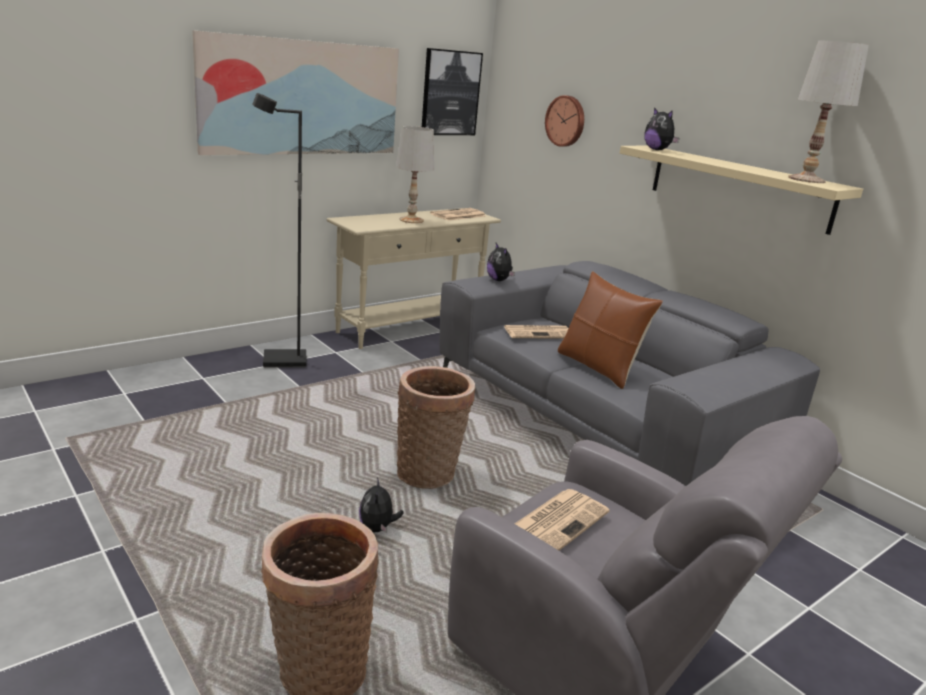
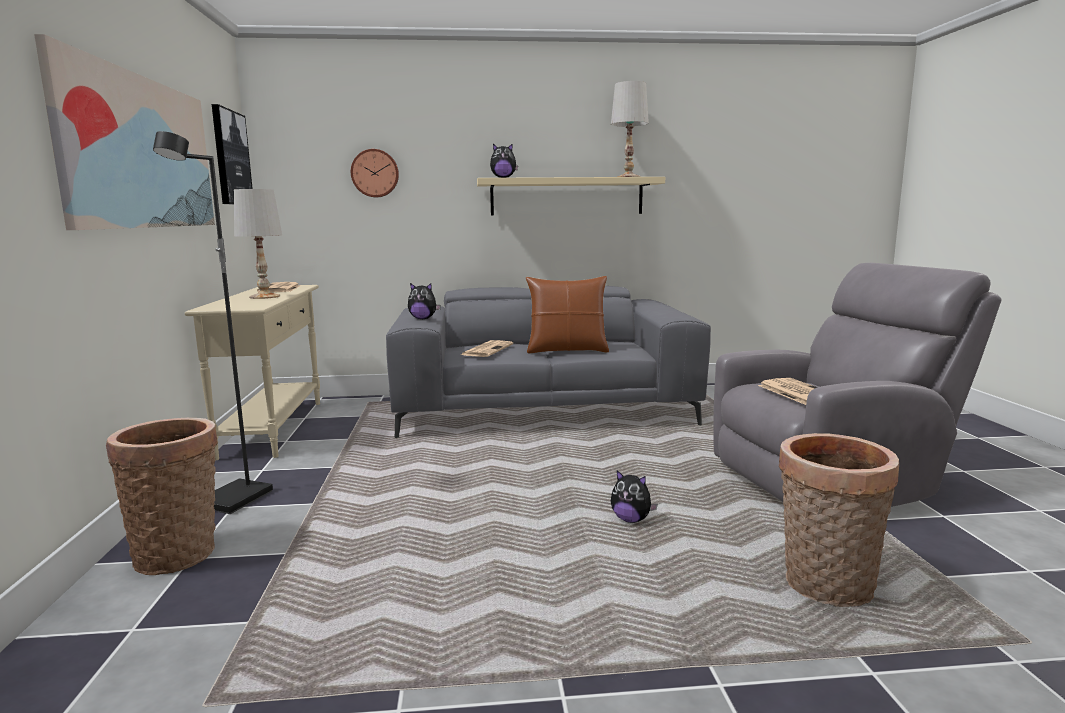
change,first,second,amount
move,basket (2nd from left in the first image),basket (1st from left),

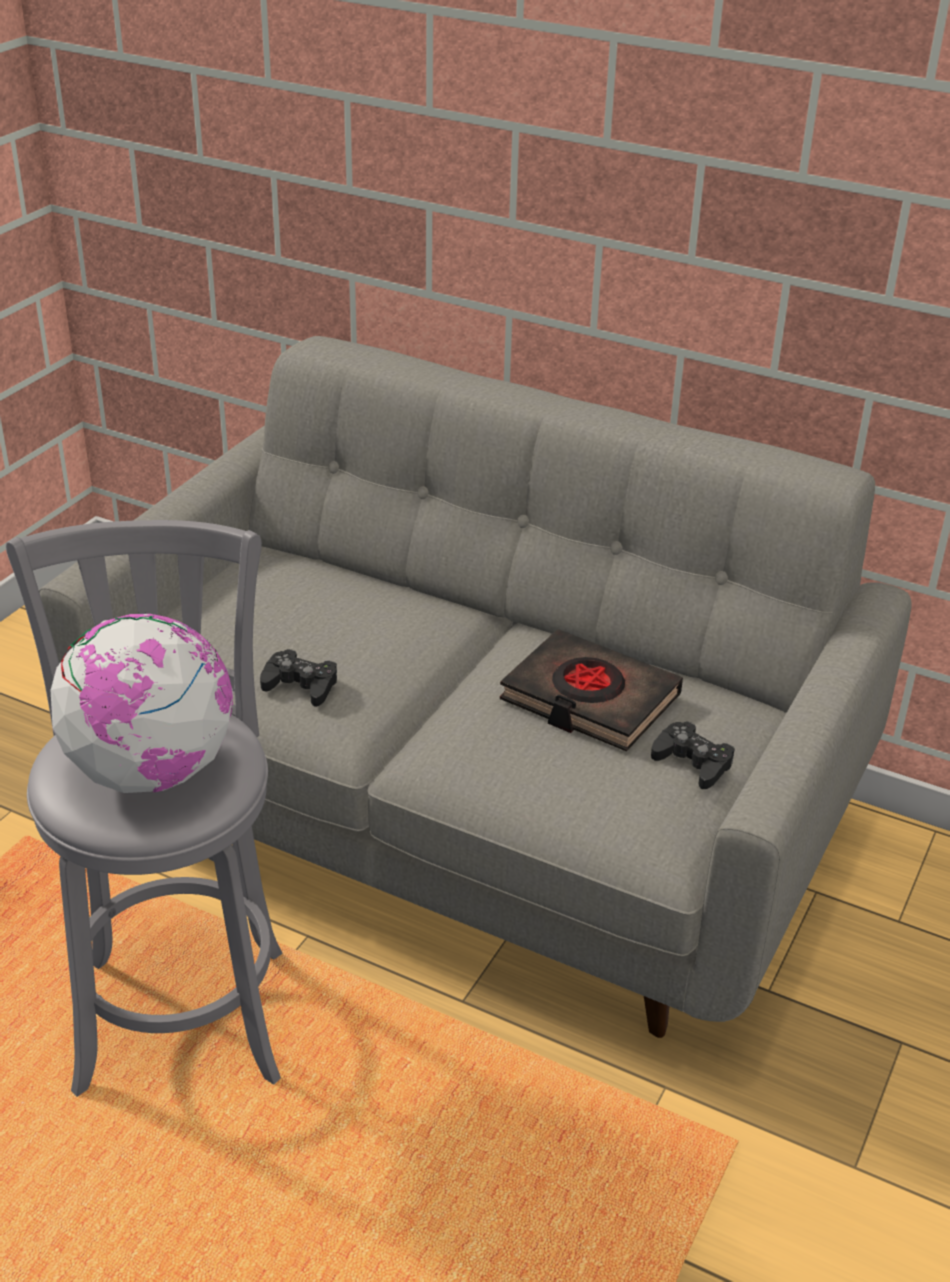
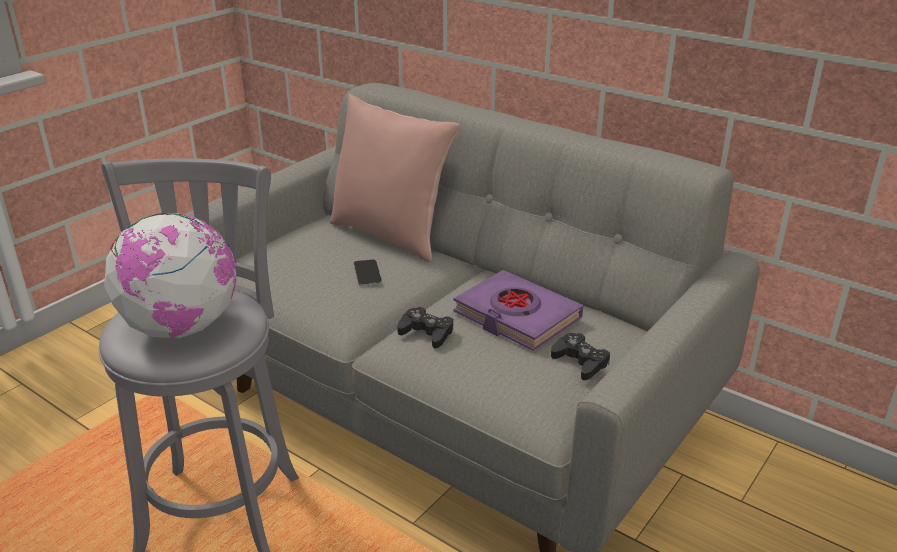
change,first,second,amount
insert,,throw pillow in pink-coloured,
insert,,telephone,
move,game controller in blackish (1st from left),,
recolor,bound book in blackish,bound book in purple,

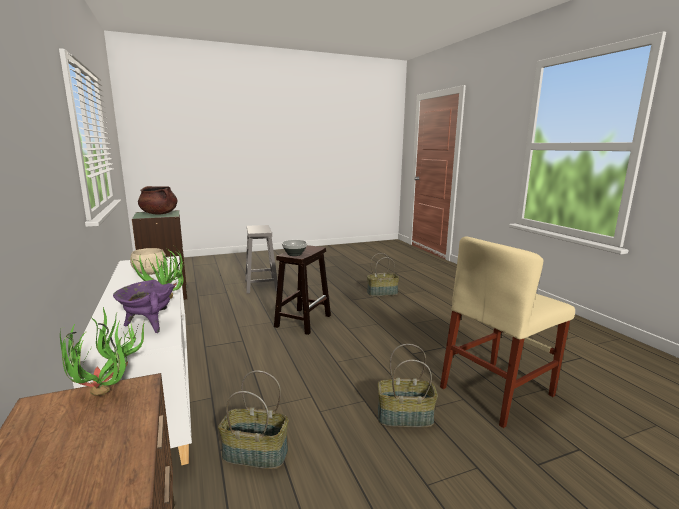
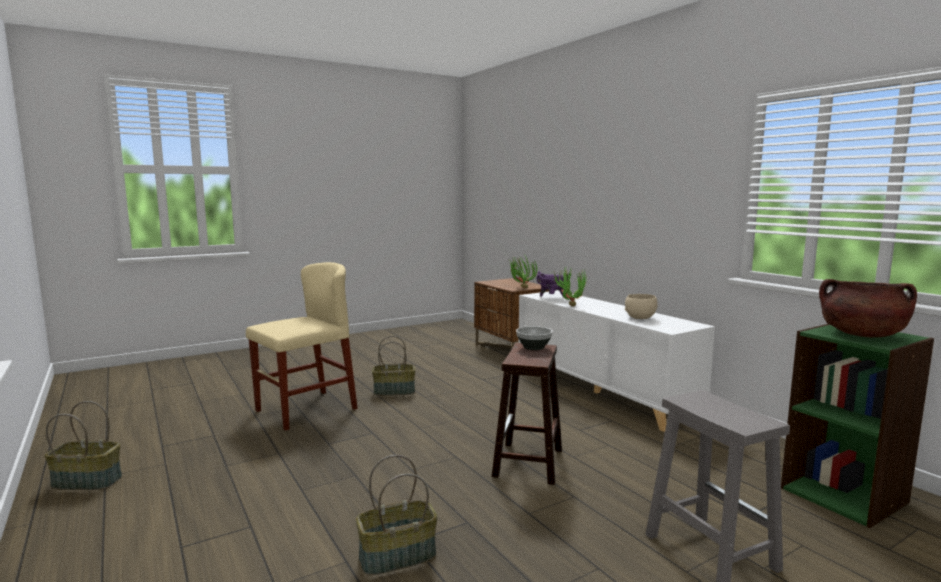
change,first,second,amount
move,basket (1st from left),,

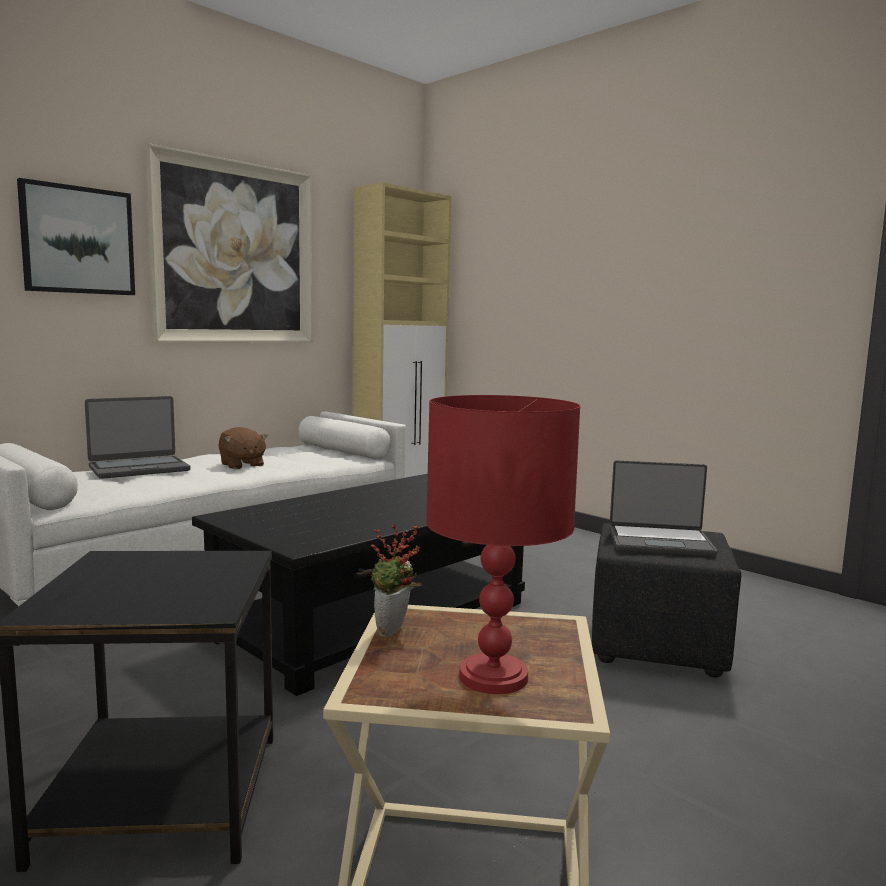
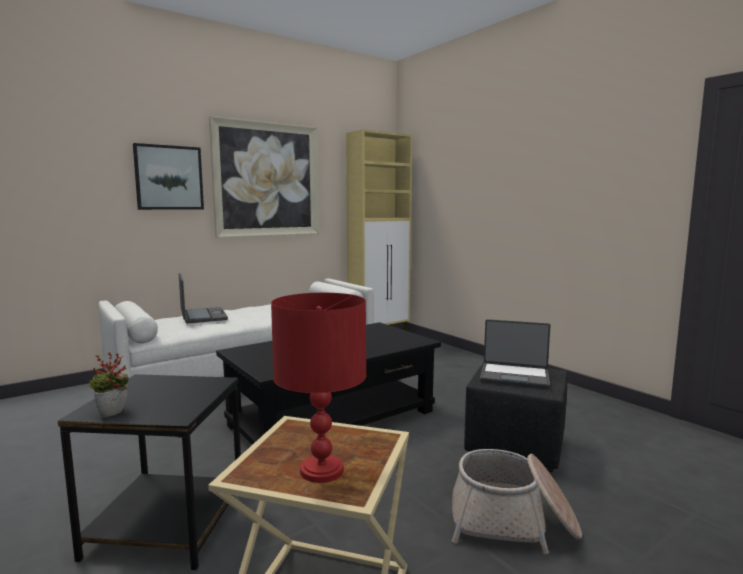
change,first,second,amount
delete,plush toy in brownish,,
insert,,basket,
move,plant in a pot,,
rotate,notebook computer (1st from left),,90 degrees counterclockwise

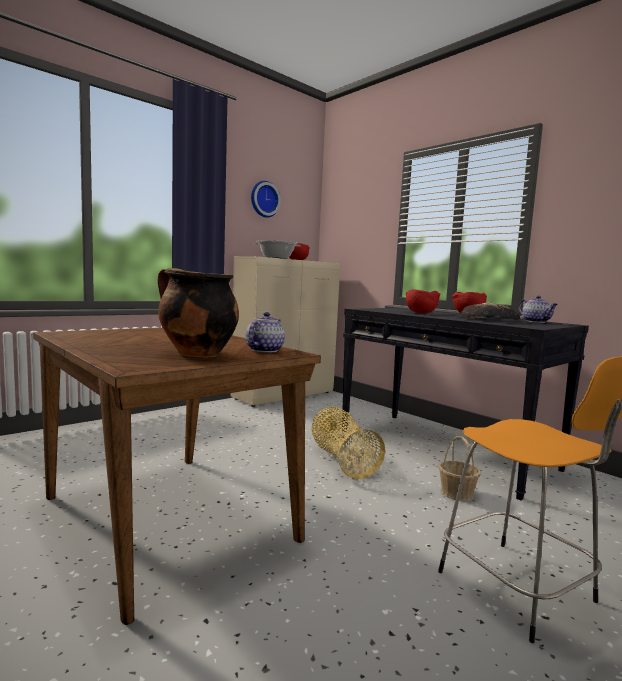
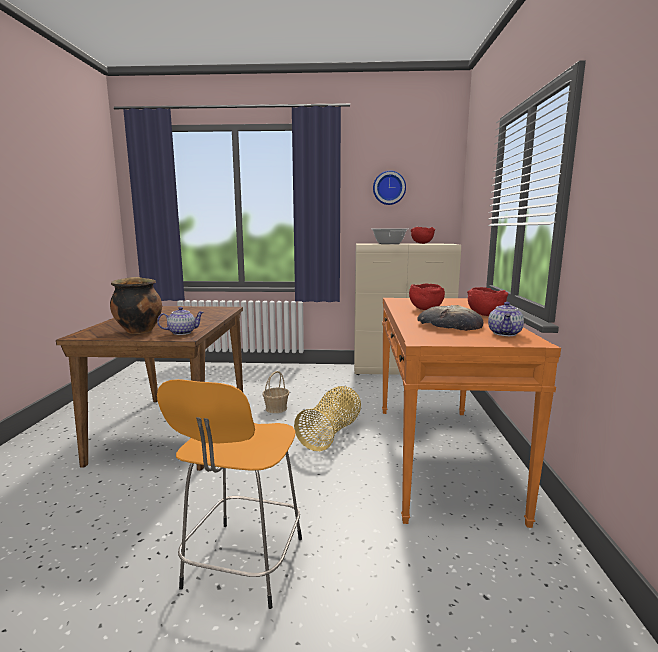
change,first,second,amount
move,basket (2nd from left in the first image),basket (1st from left),
recolor,hall table in blackish,hall table in orange-coloured,

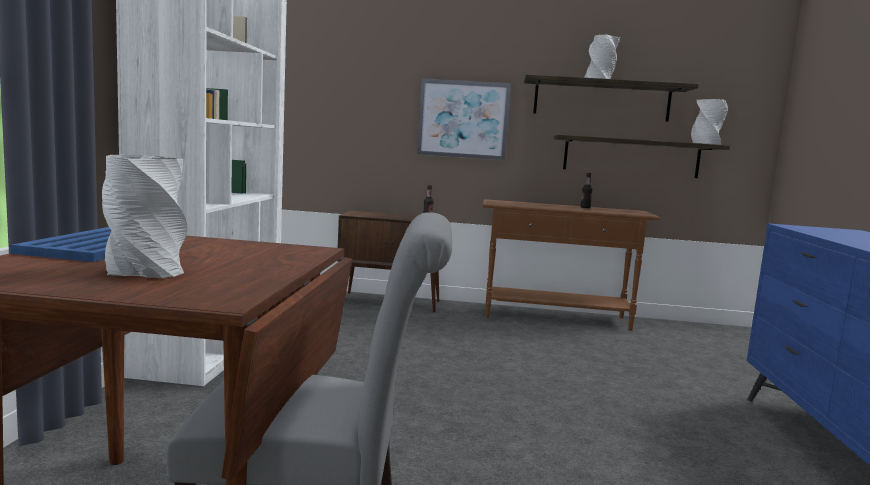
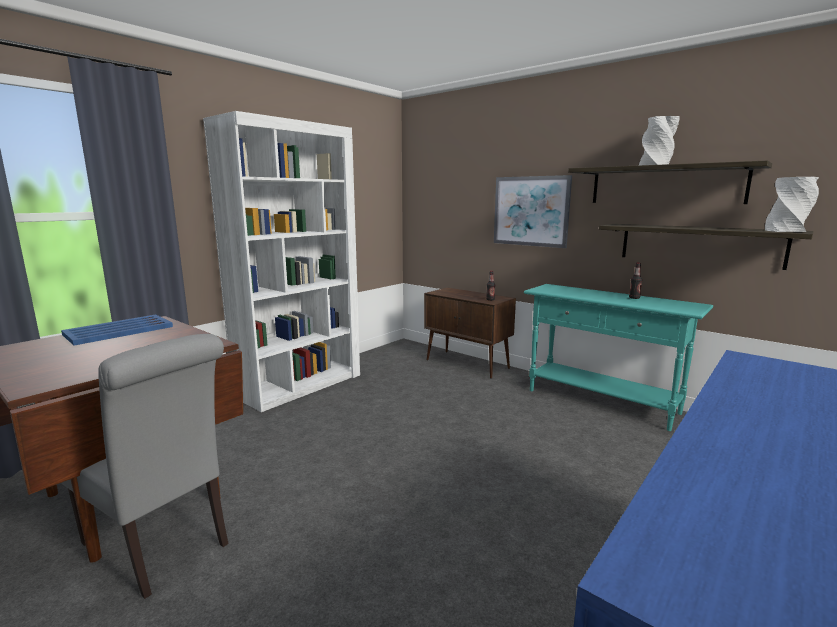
change,first,second,amount
delete,decorative vase in grey (1st from left),,
recolor,hall table in brownish,hall table in turquoise,

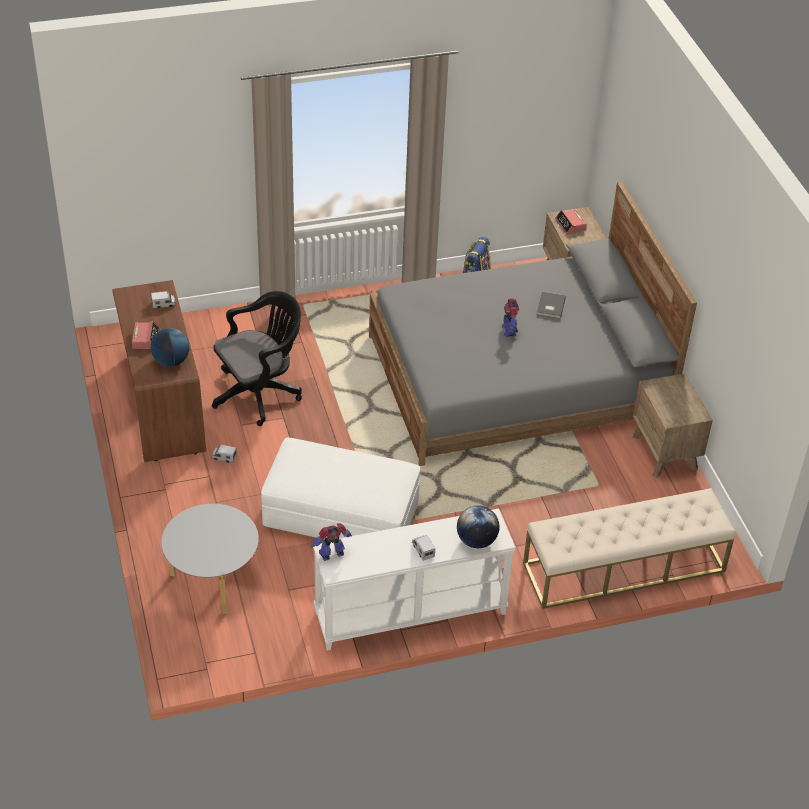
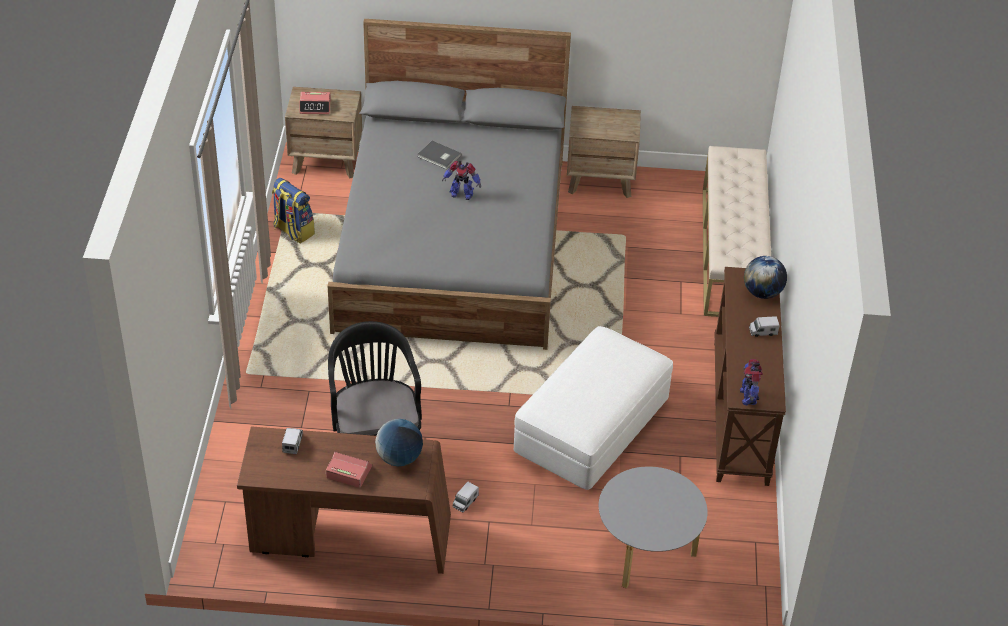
change,first,second,amount
recolor,hall table in whitish,hall table in brownish,

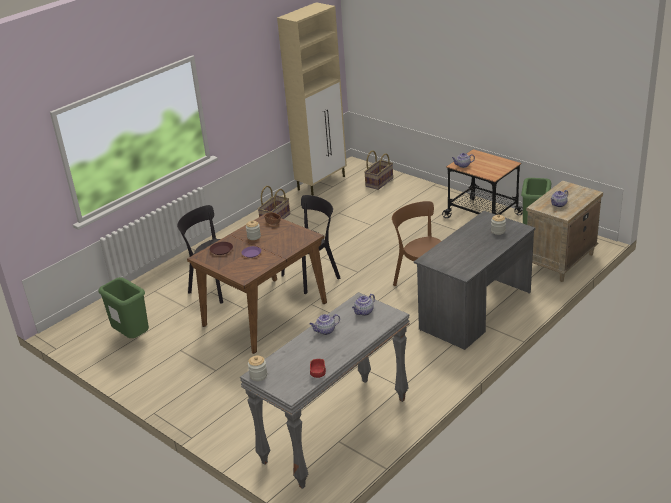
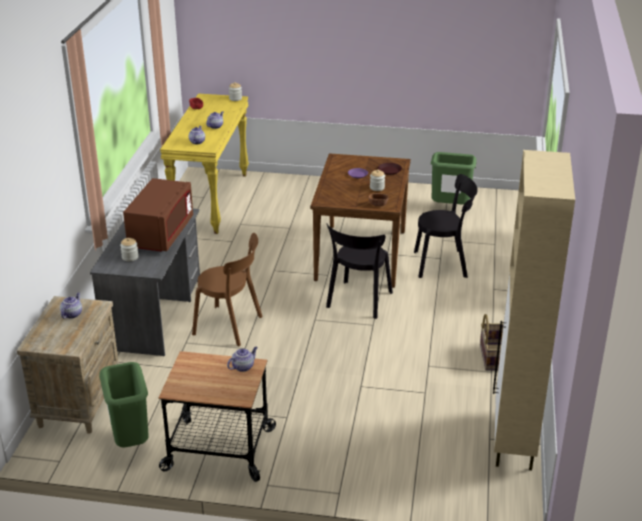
change,first,second,amount
delete,basket (2nd from left),,
insert,,microwave oven in brownish,
recolor,hall table in grey,hall table in yellow,

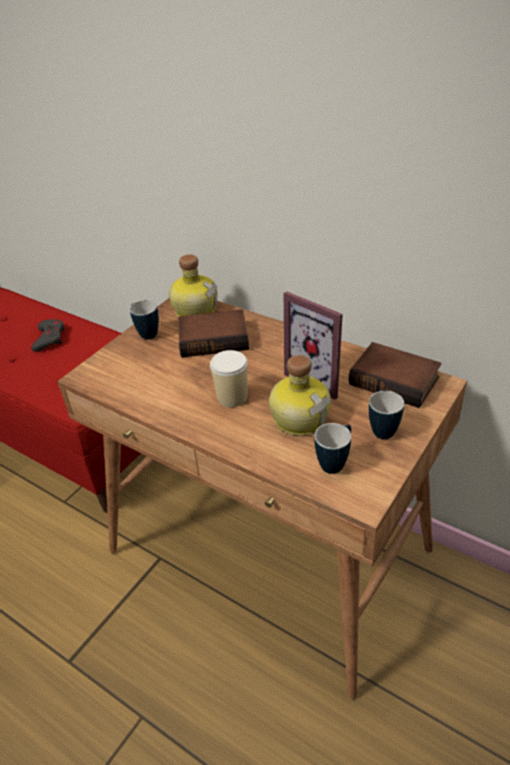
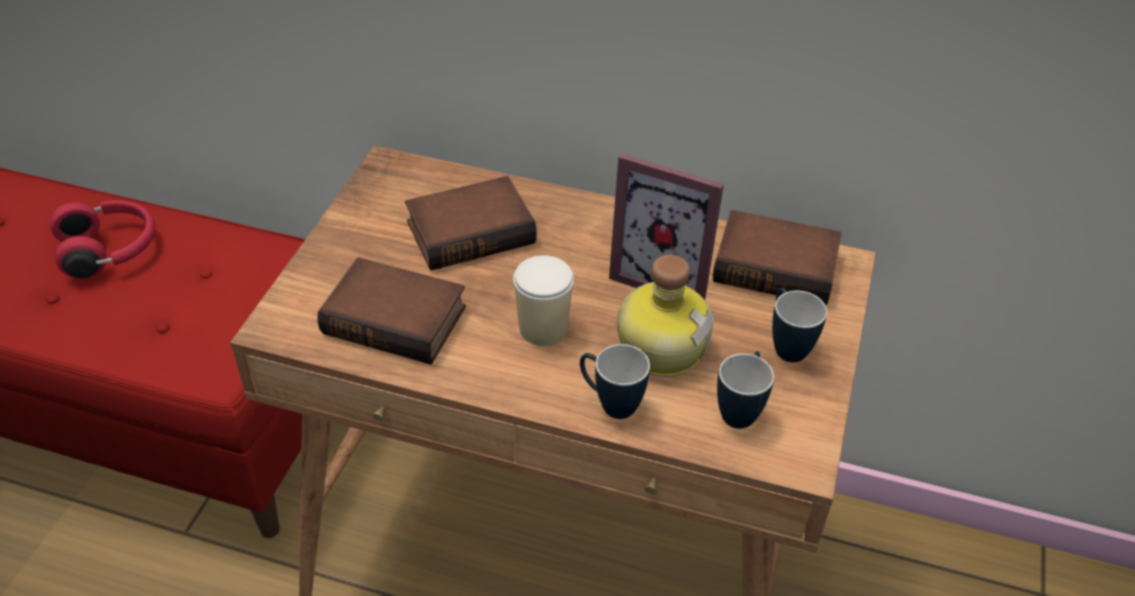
change,first,second,amount
delete,beverage bottle (1st from left),,
insert,,bound book (1st from left),
move,tea mug (1st from left),,
replace,game controller in grey,pair of headphones in red,

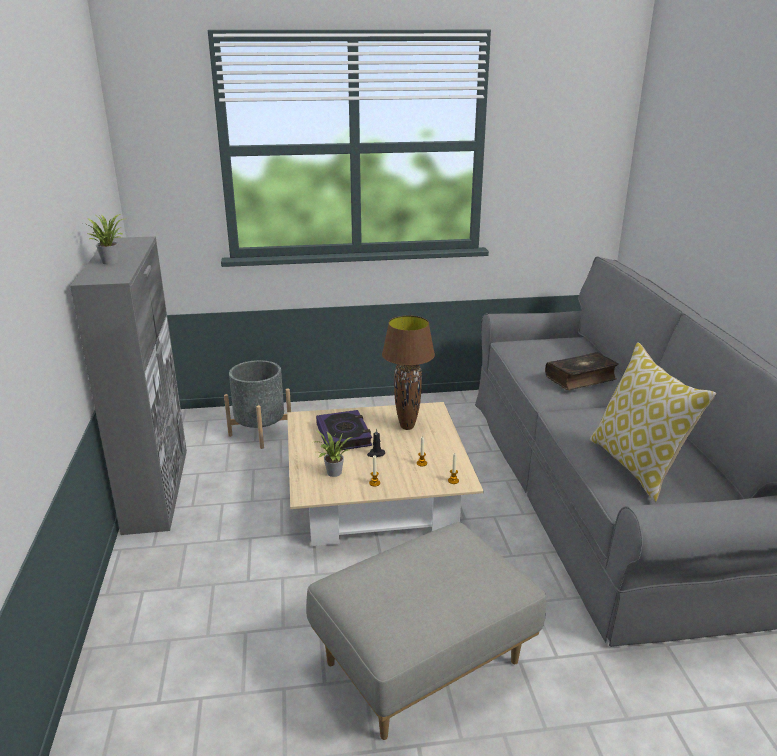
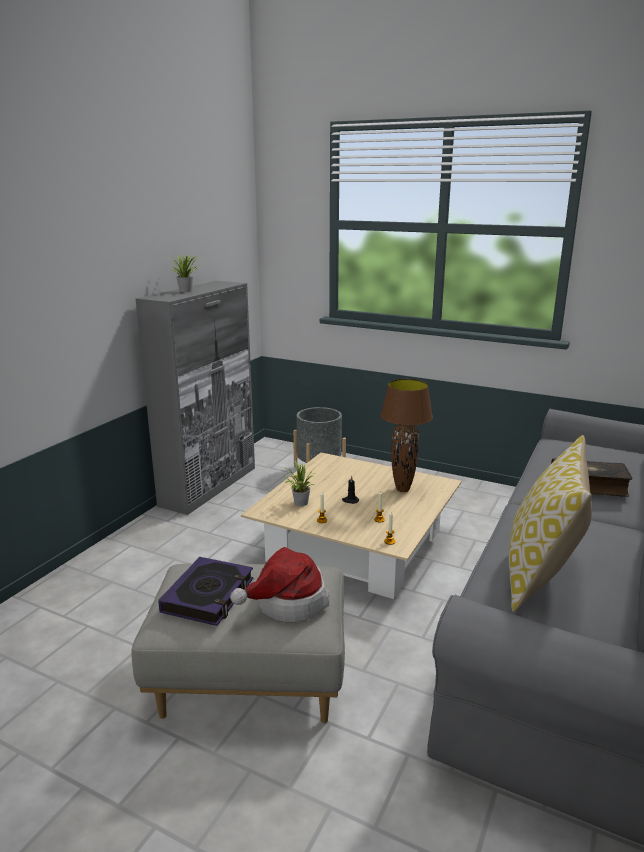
change,first,second,amount
insert,,wearable hat,
move,bound book (1st from left),,

